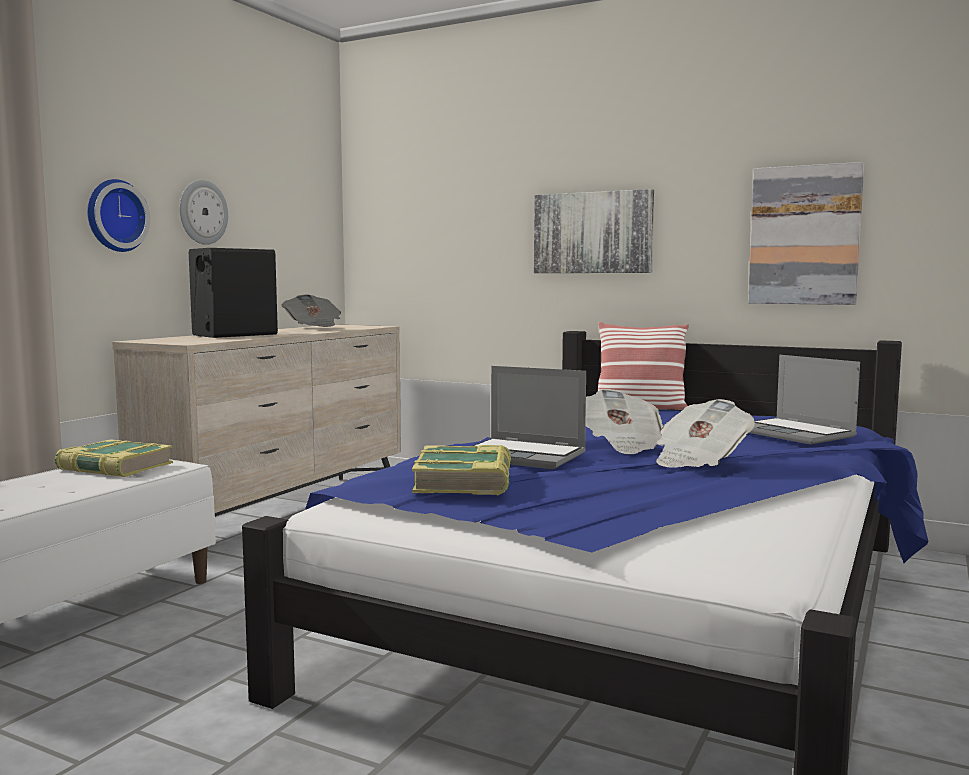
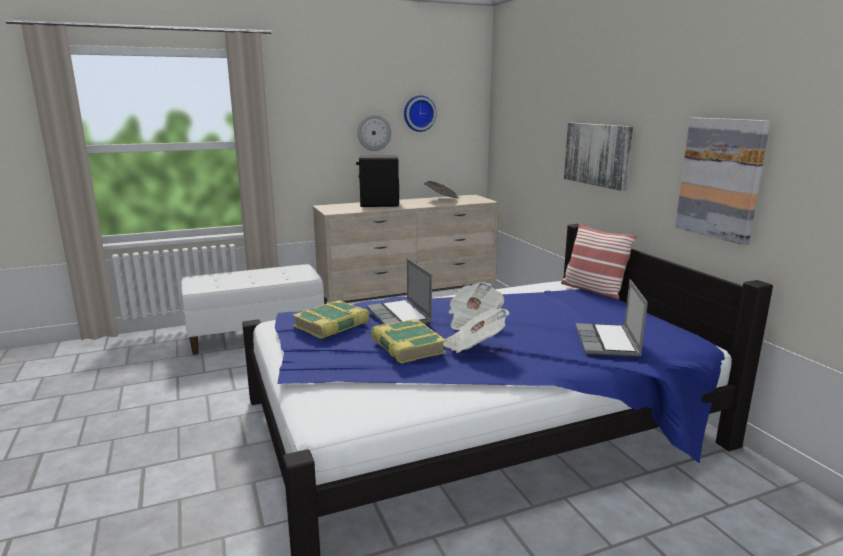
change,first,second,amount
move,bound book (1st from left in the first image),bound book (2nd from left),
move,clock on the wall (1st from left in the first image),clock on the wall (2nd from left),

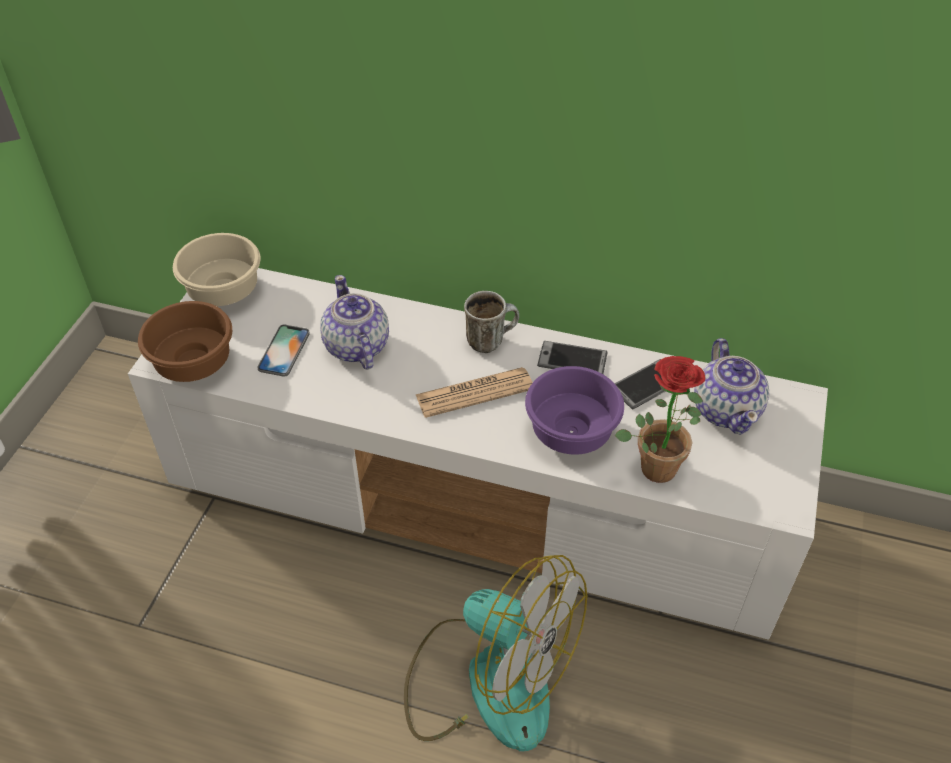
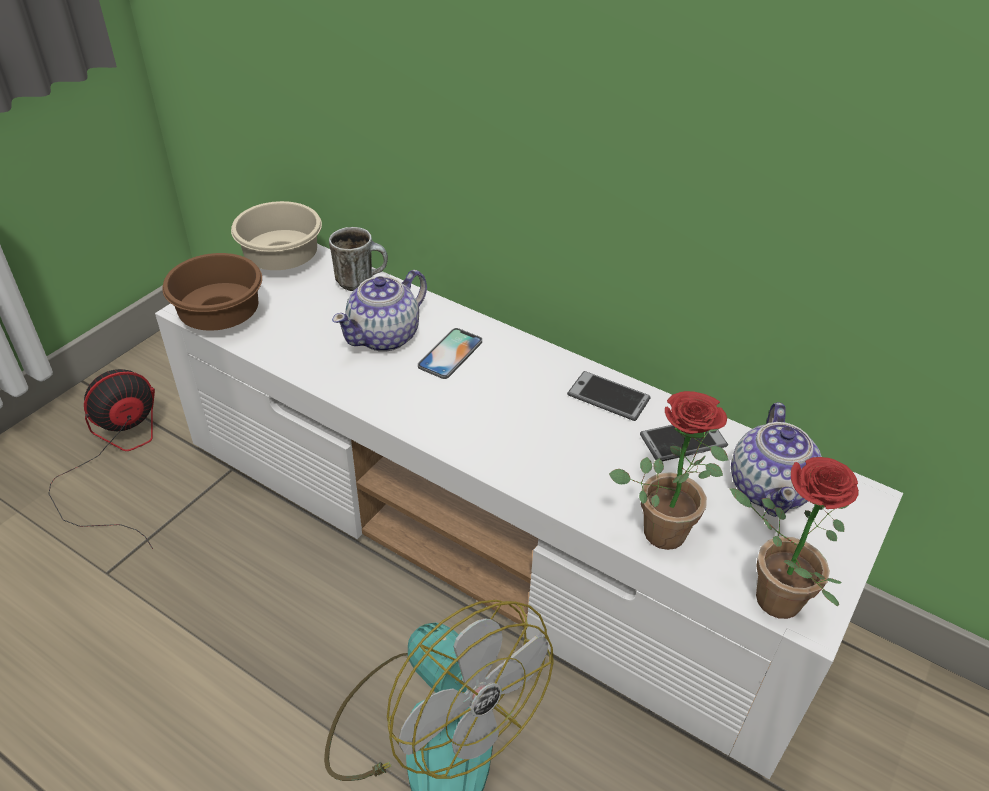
change,first,second,amount
delete,daily paper,,
delete,deep dish in purple,,
insert,,cooling fan (1st from left),
insert,,plant in a pot (2nd from left),
move,telephone (1st from left),,
move,tea mug,,
rotate,tea pot (1st from left),,135 degrees counterclockwise

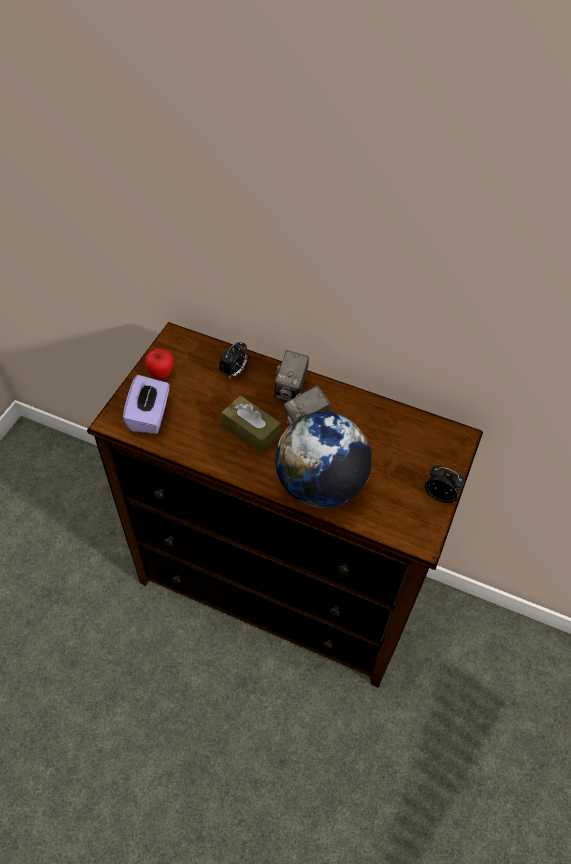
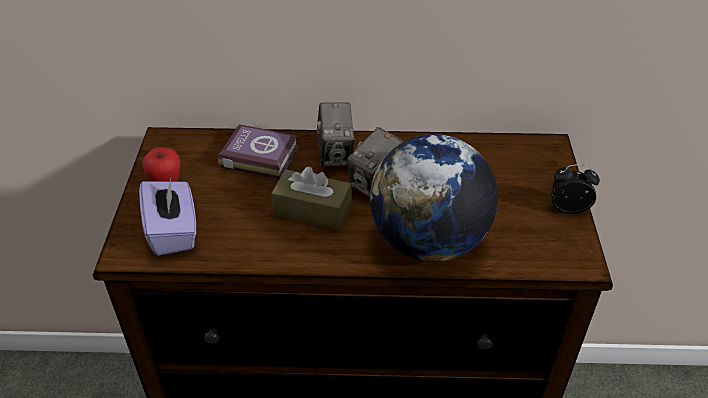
change,first,second,amount
replace,bedside clock (1st from left),bound book,

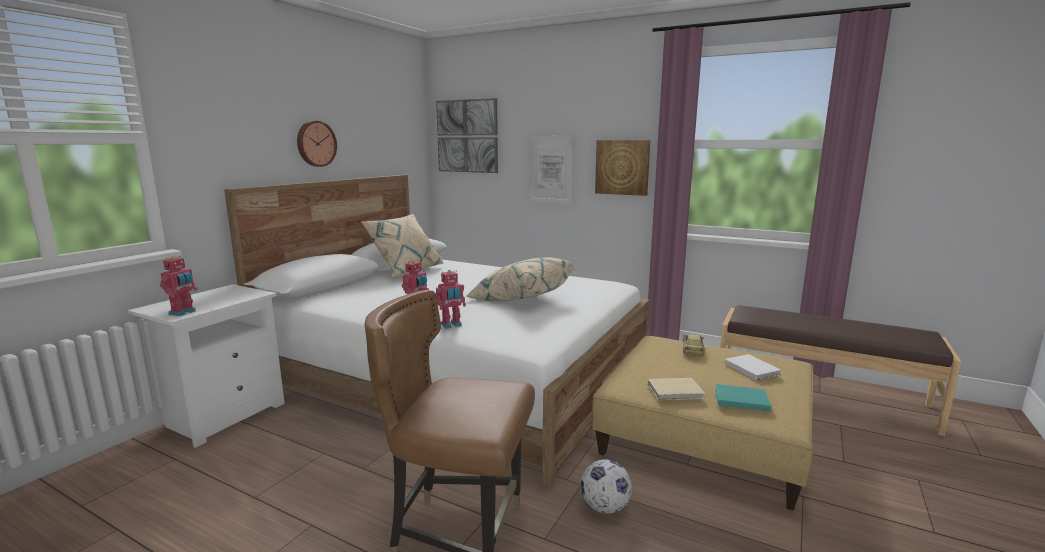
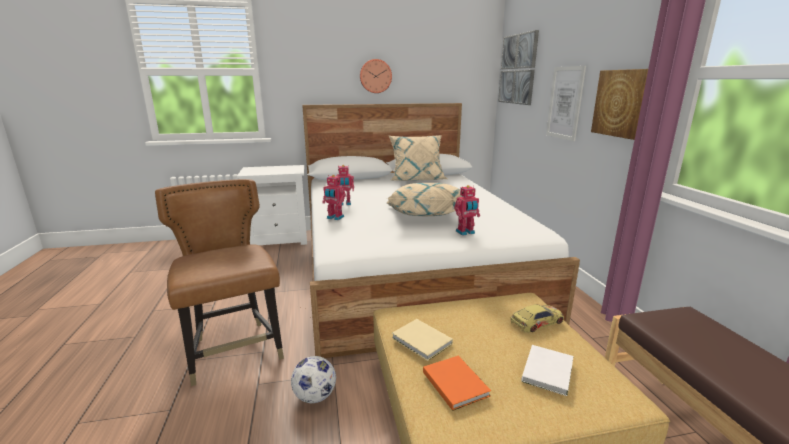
change,first,second,amount
move,toy robot (1st from left in the first image),toy robot (3rd from left),
recolor,bound book in turquoise,bound book in orange-coloured,

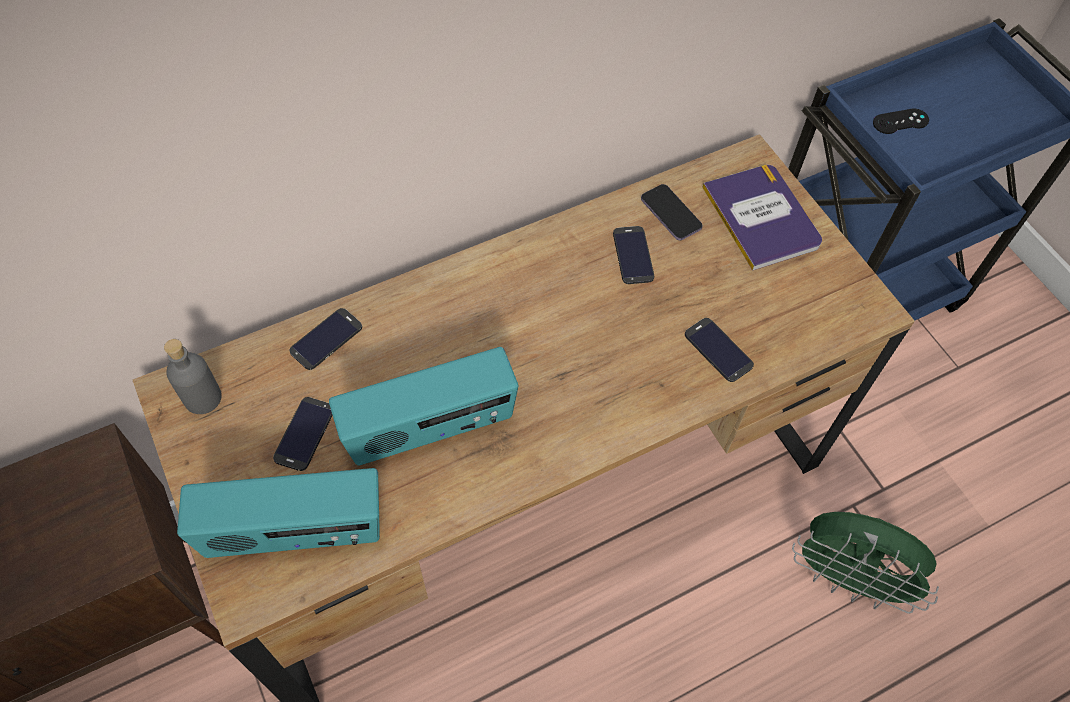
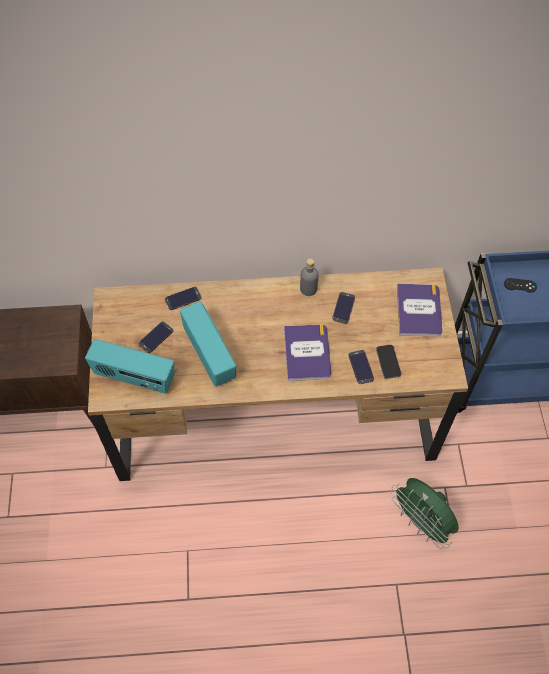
change,first,second,amount
insert,,bound book (1st from left),
move,beverage bottle in grey,,
move,telephone (4th from left in the first image),telephone (5th from left),
rotate,radio set (2nd from left),,120 degrees counterclockwise

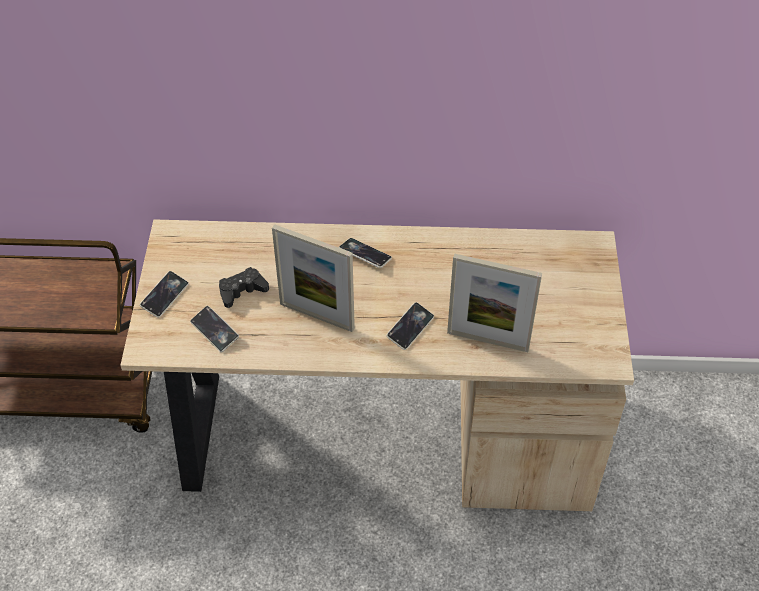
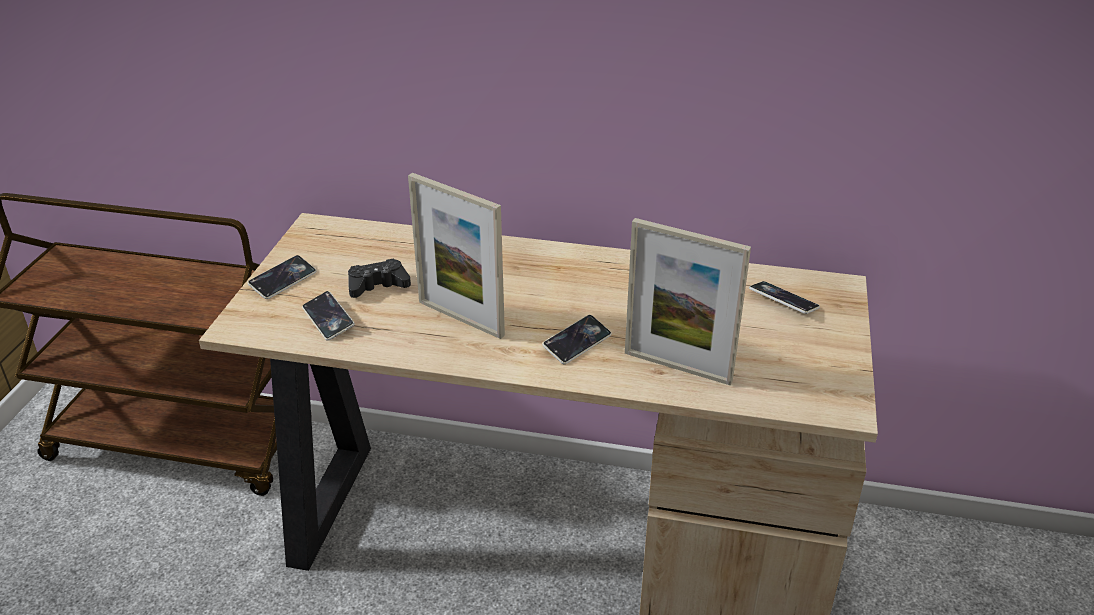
change,first,second,amount
move,telephone (3rd from left in the first image),telephone (4th from left),

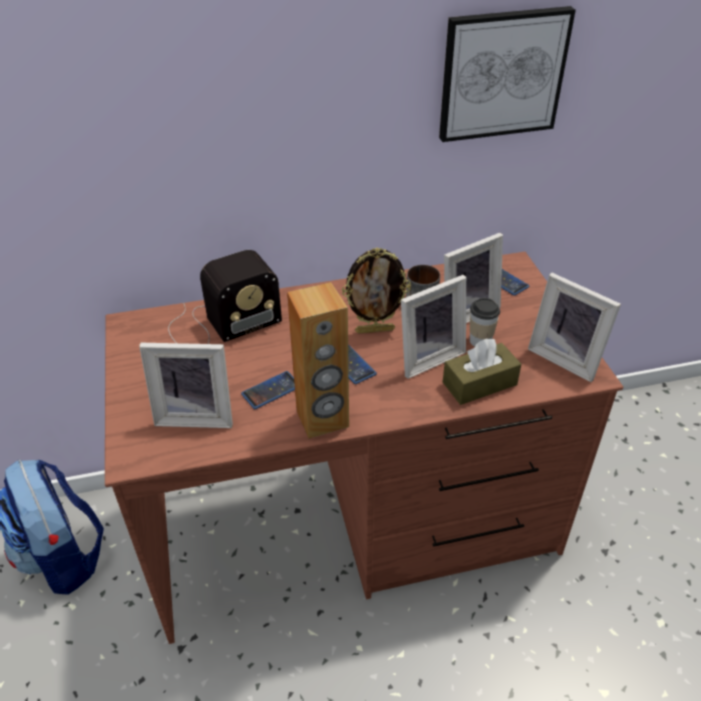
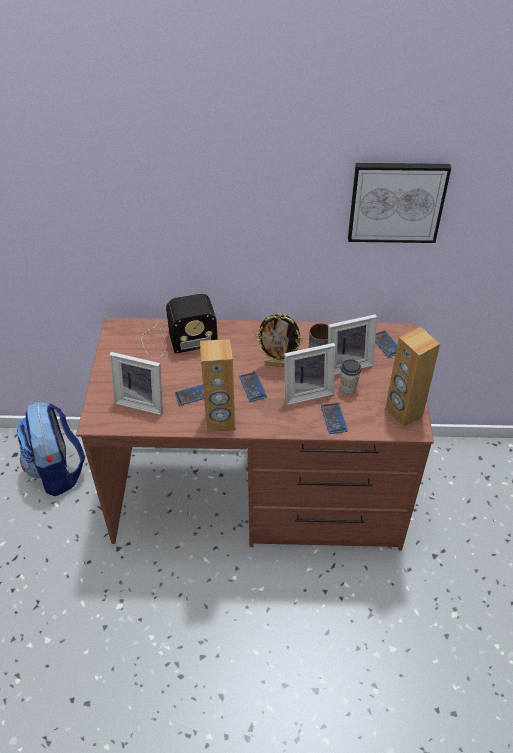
change,first,second,amount
replace,tissue box in brownish,telephone (3rd from left),
replace,photo frame (5th from left),loudspeaker in brownish (2nd from left),

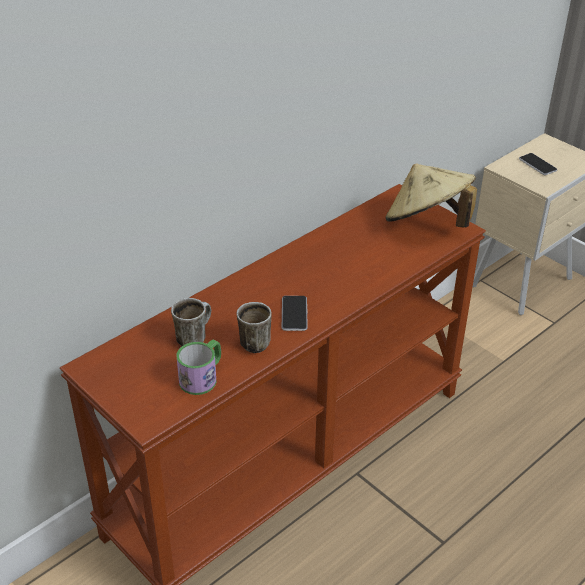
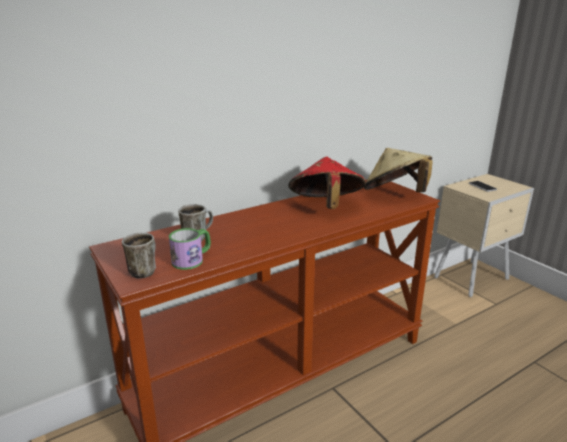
change,first,second,amount
delete,telephone (1st from left),,
insert,,wearable hat in red,
move,tea mug (3rd from left in the first image),tea mug (1st from left),

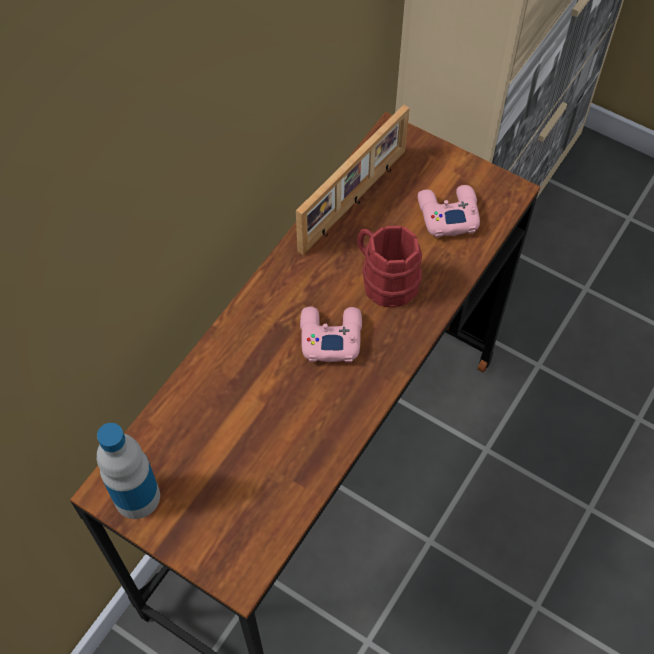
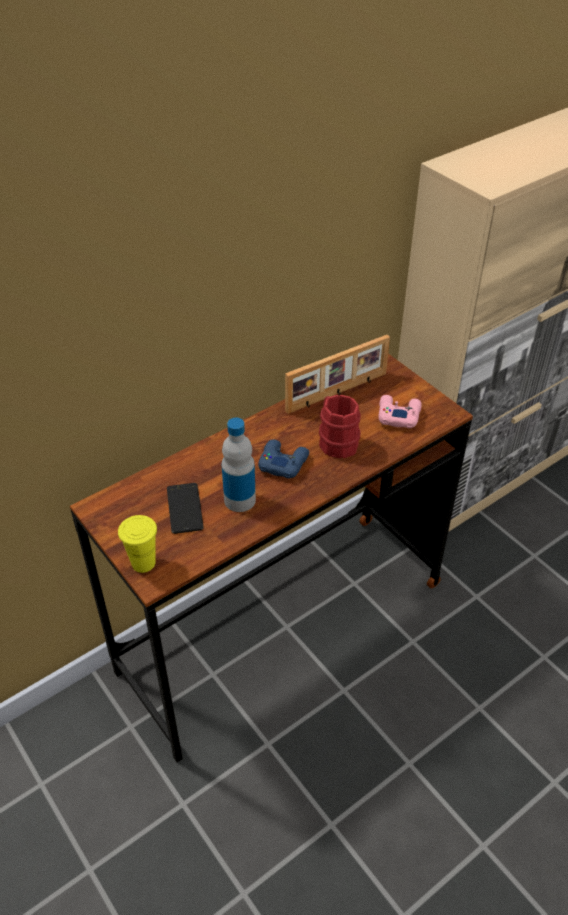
change,first,second,amount
insert,,small cup in yellow,
insert,,telephone,
move,beverage bottle,,
recolor,game controller in pink-coloured (1st from left),game controller in bluish,

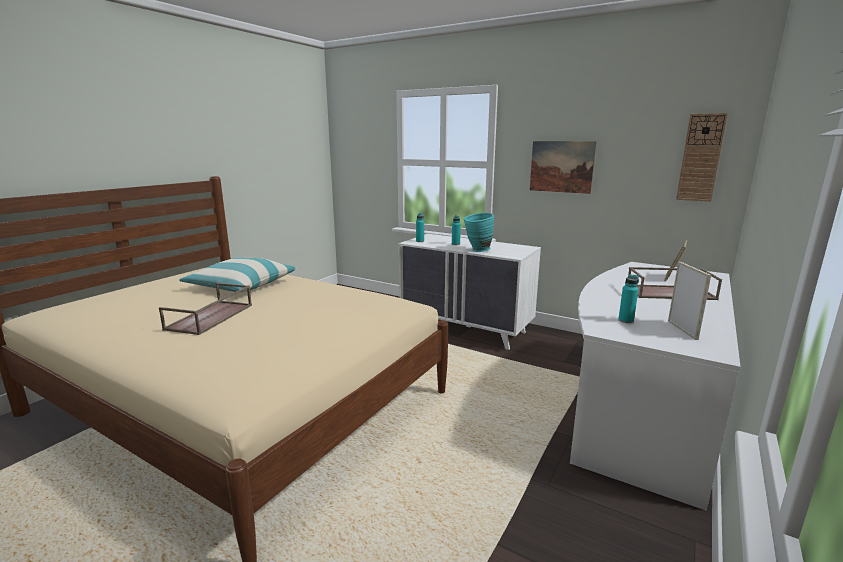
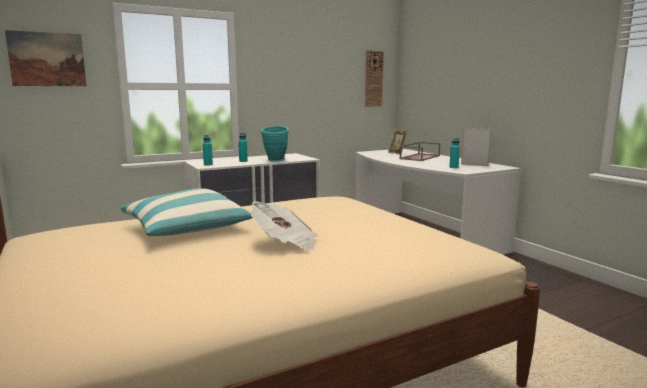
change,first,second,amount
move,wall picture,,
replace,serving tray in brownish (1st from left),daily paper,

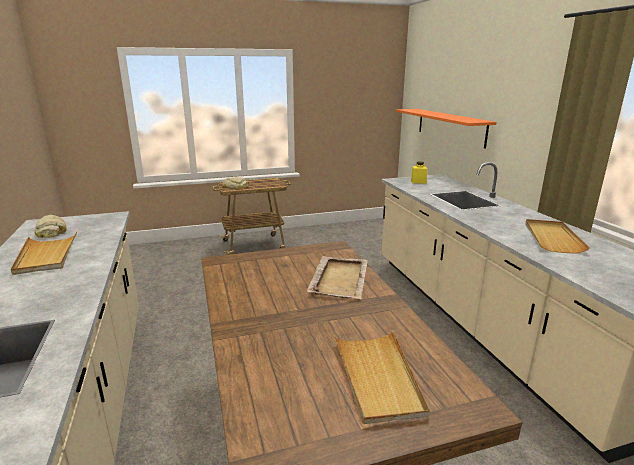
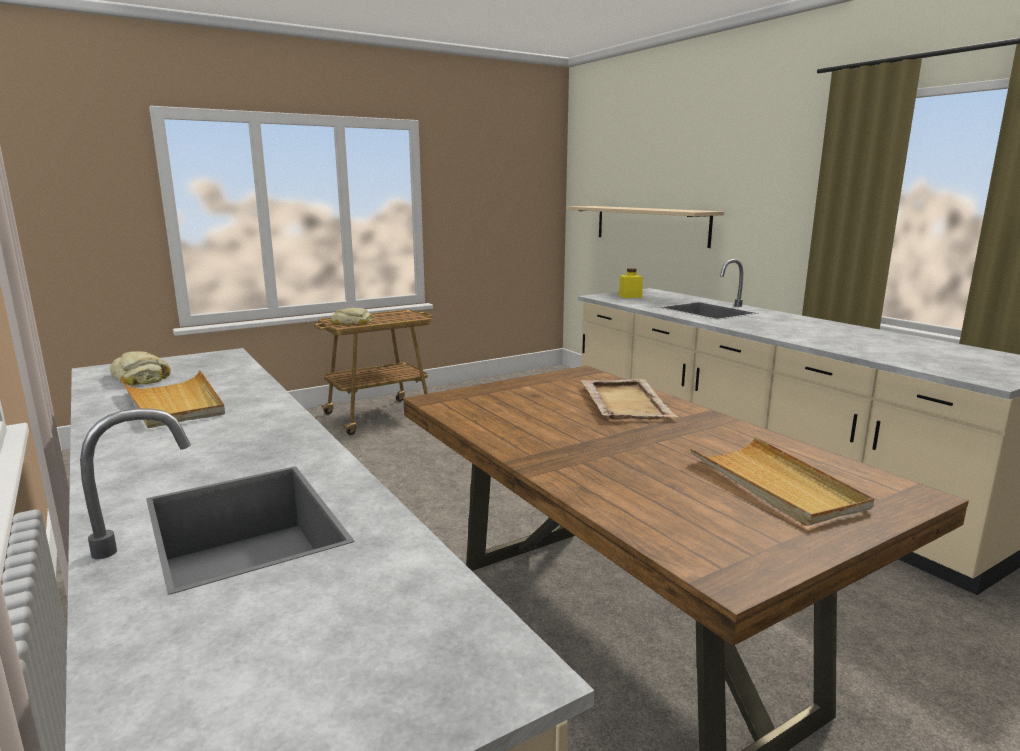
change,first,second,amount
delete,serving tray in beige (4th from left),,
recolor,shelf in orange-coloured,shelf in beige,

